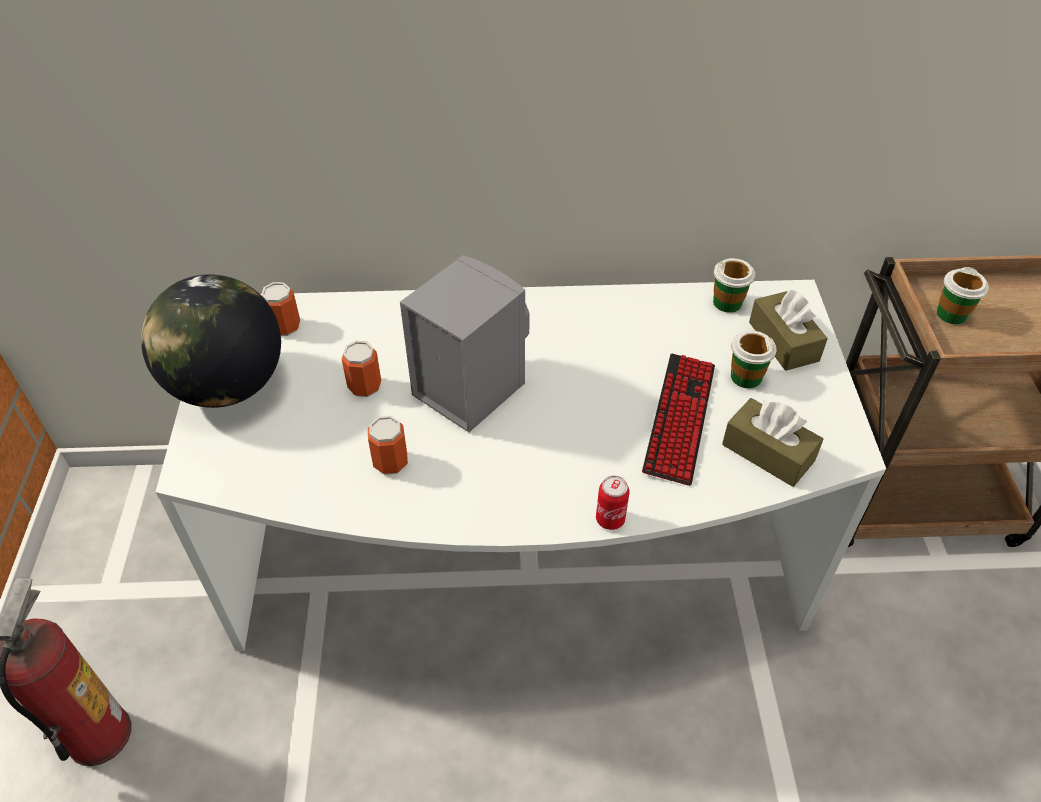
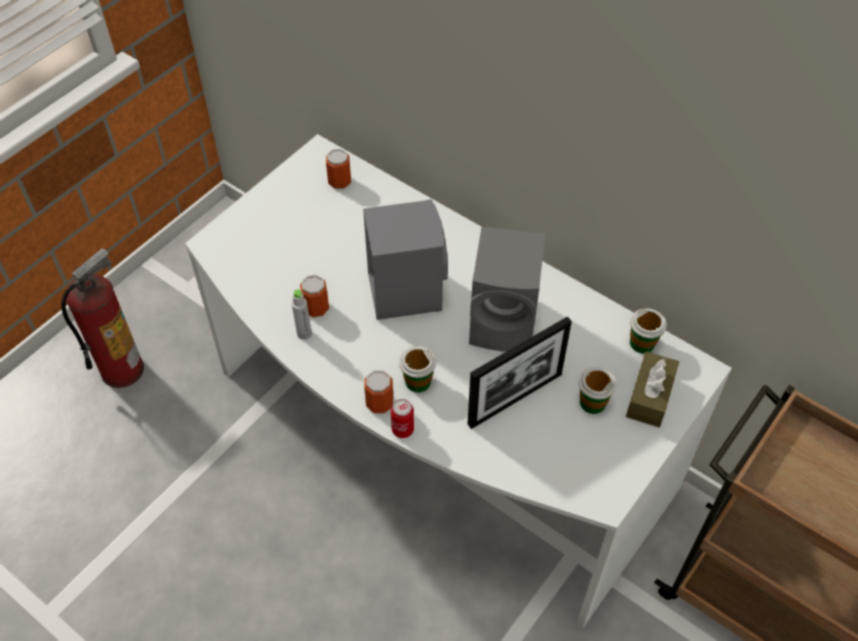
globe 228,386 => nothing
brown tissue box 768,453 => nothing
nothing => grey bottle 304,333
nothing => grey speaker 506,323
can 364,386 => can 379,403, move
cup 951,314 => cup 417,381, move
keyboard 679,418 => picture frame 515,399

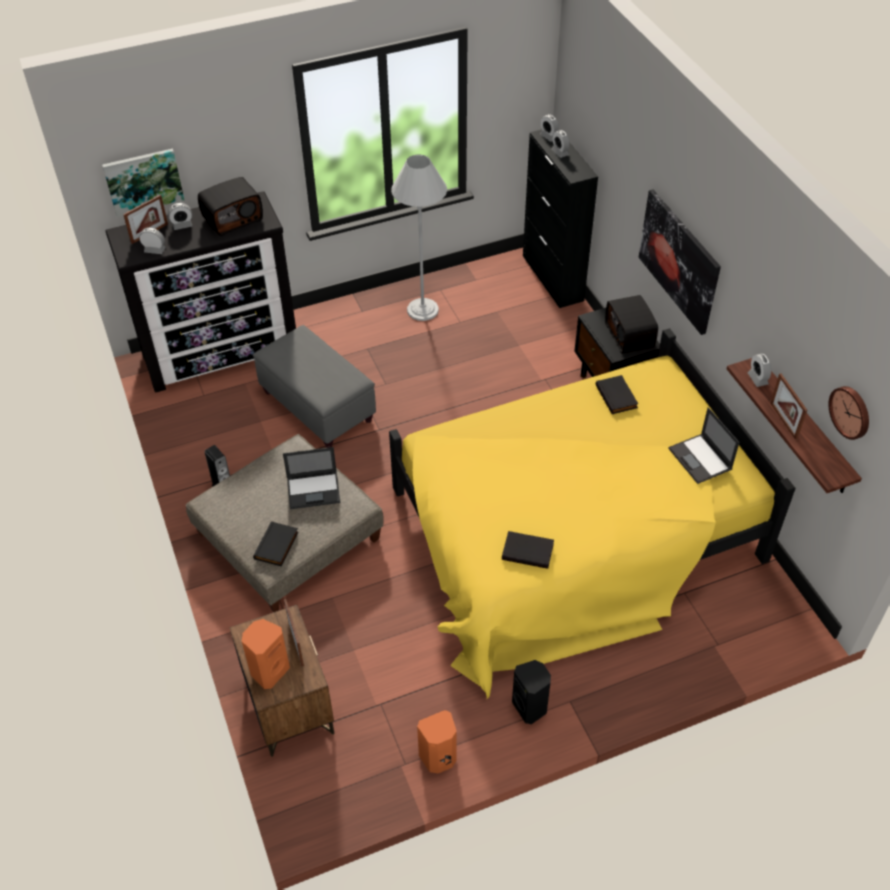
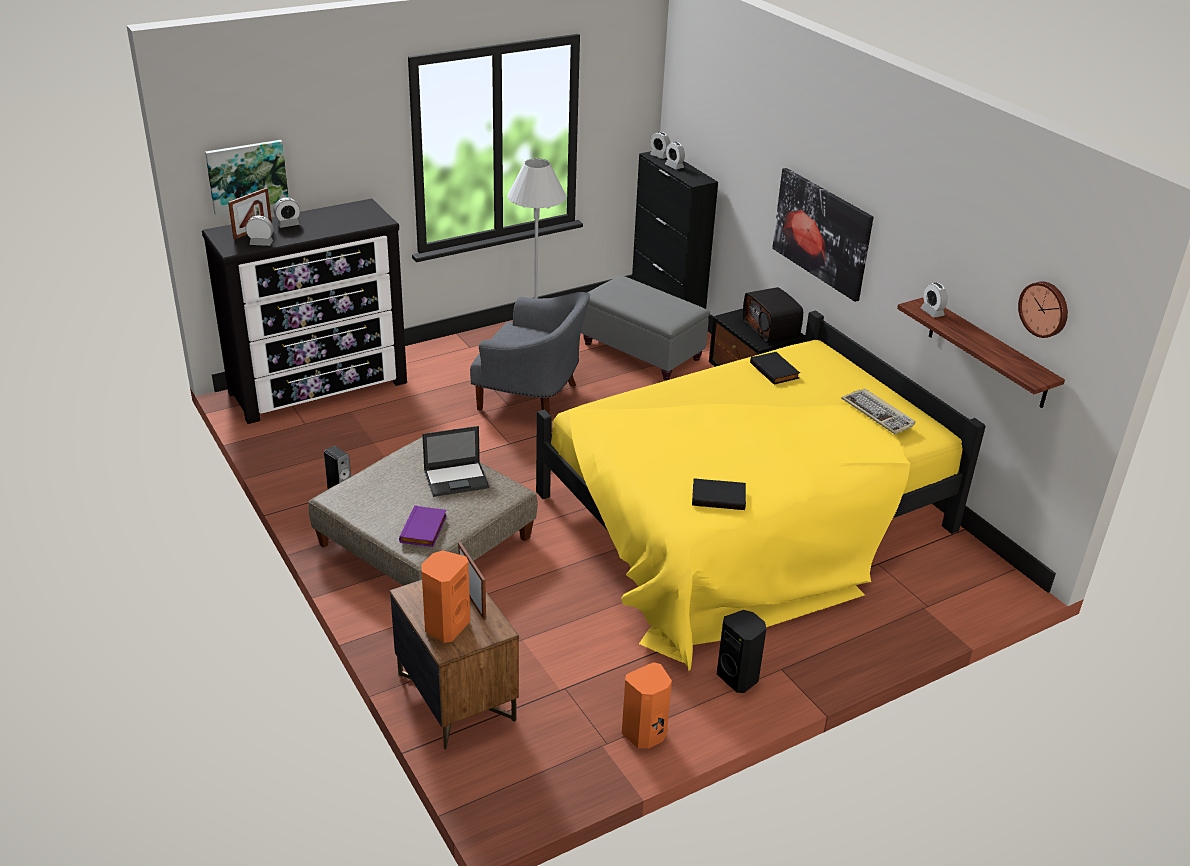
radio 233,218 => nothing
picture frame 783,421 => nothing
nothing => grey armchair 532,398
grey ottoman 318,406 => grey ottoman 642,351, move
laptop 700,459 => keyboard 878,413
black book 277,546 => purple book 424,529

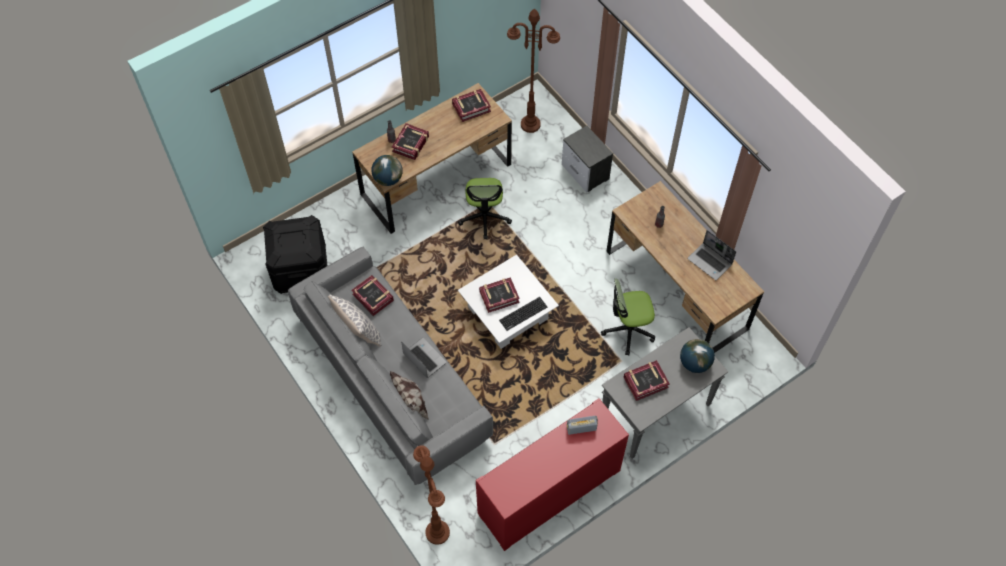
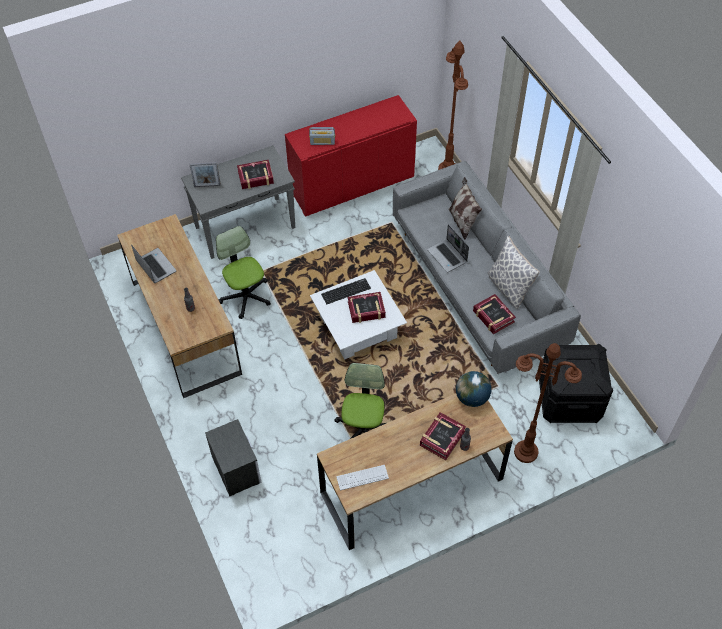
brown floor lamp 530,124 => brown floor lamp 525,452, move
book 471,107 => keyboard 362,477
globe 695,363 => picture frame 207,185
office chair 628,330 => office chair 246,296, 120 degrees counterclockwise

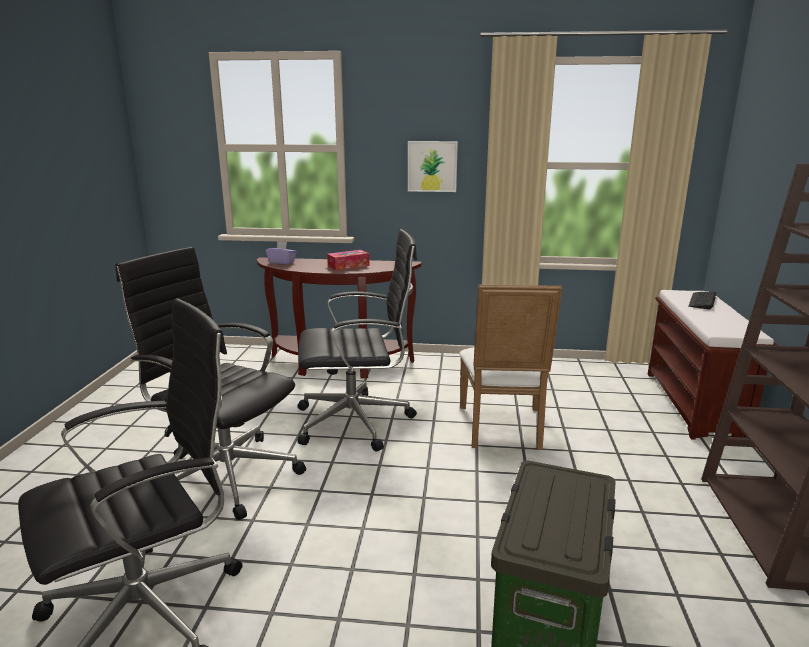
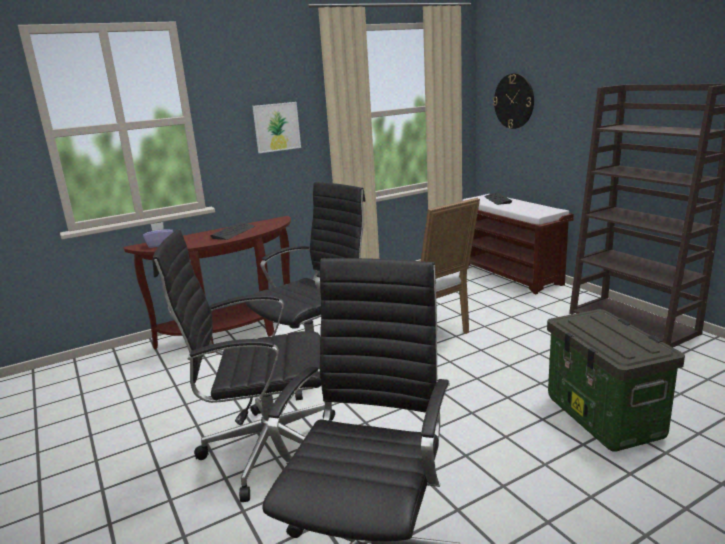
nothing => wall clock 514,101
tissue box 348,265 => keyboard 233,232

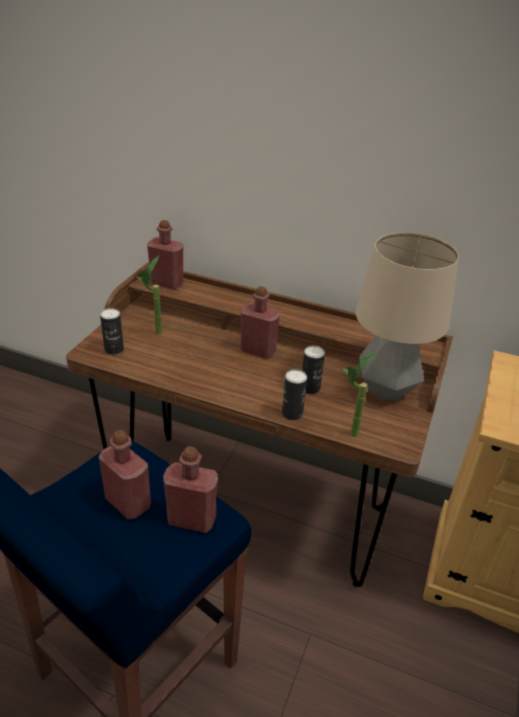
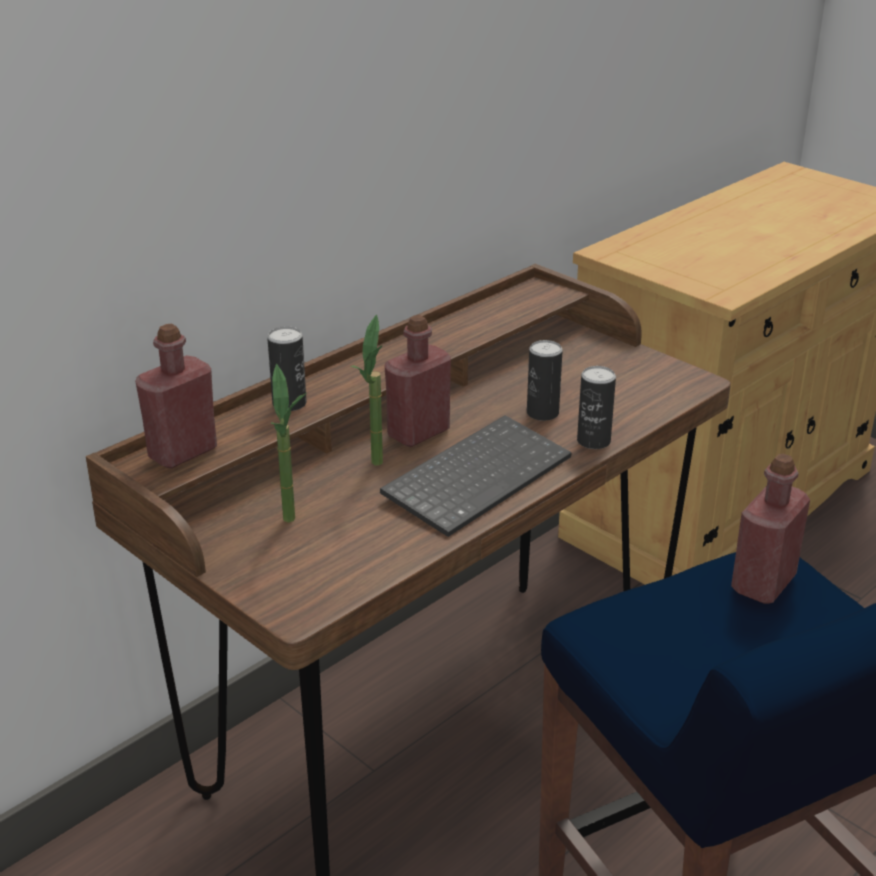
red bottle 128,503 => nothing
table lamp 386,390 => nothing
nothing => keyboard 477,476
can 114,349 => can 289,403, move
potted plant 347,436 => potted plant 377,469, move

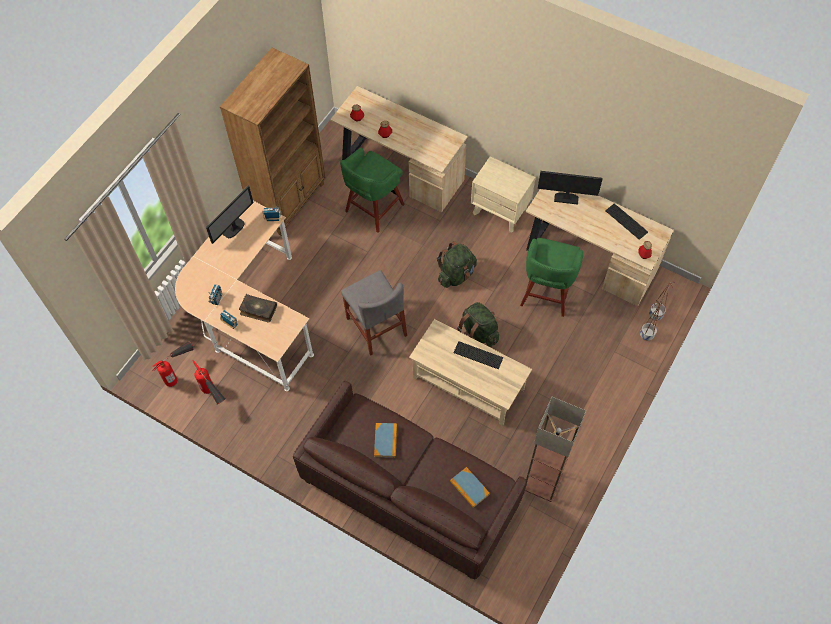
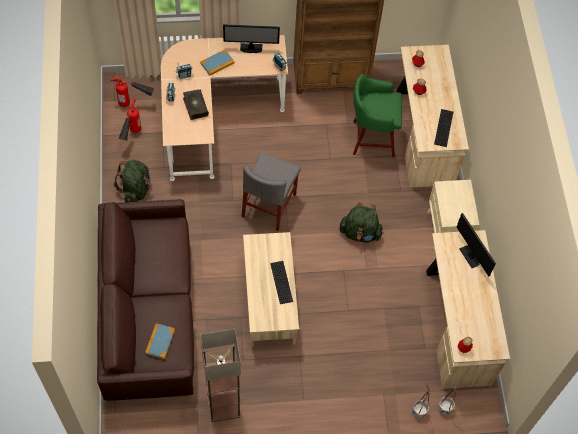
green stool 546,294 => nothing
book 385,441 => book 217,63, move
green backpack 478,332 => green backpack 136,189, move
keyboard 626,221 => keyboard 443,128, move

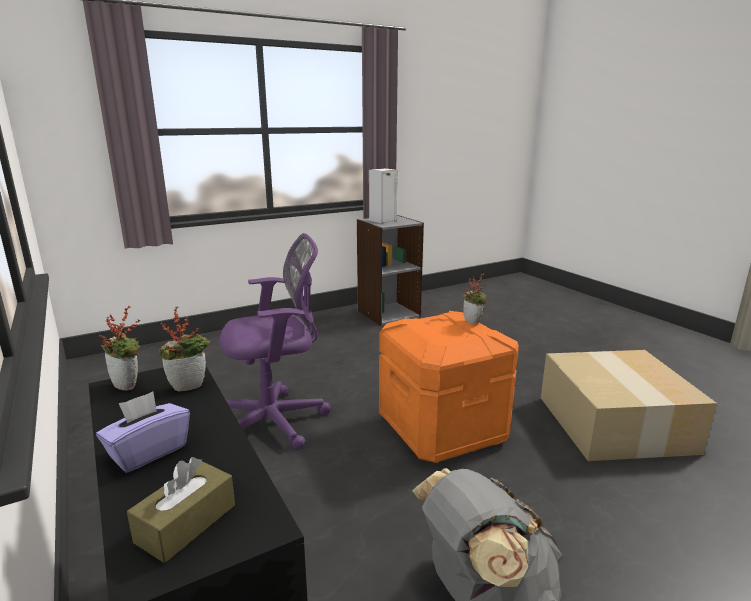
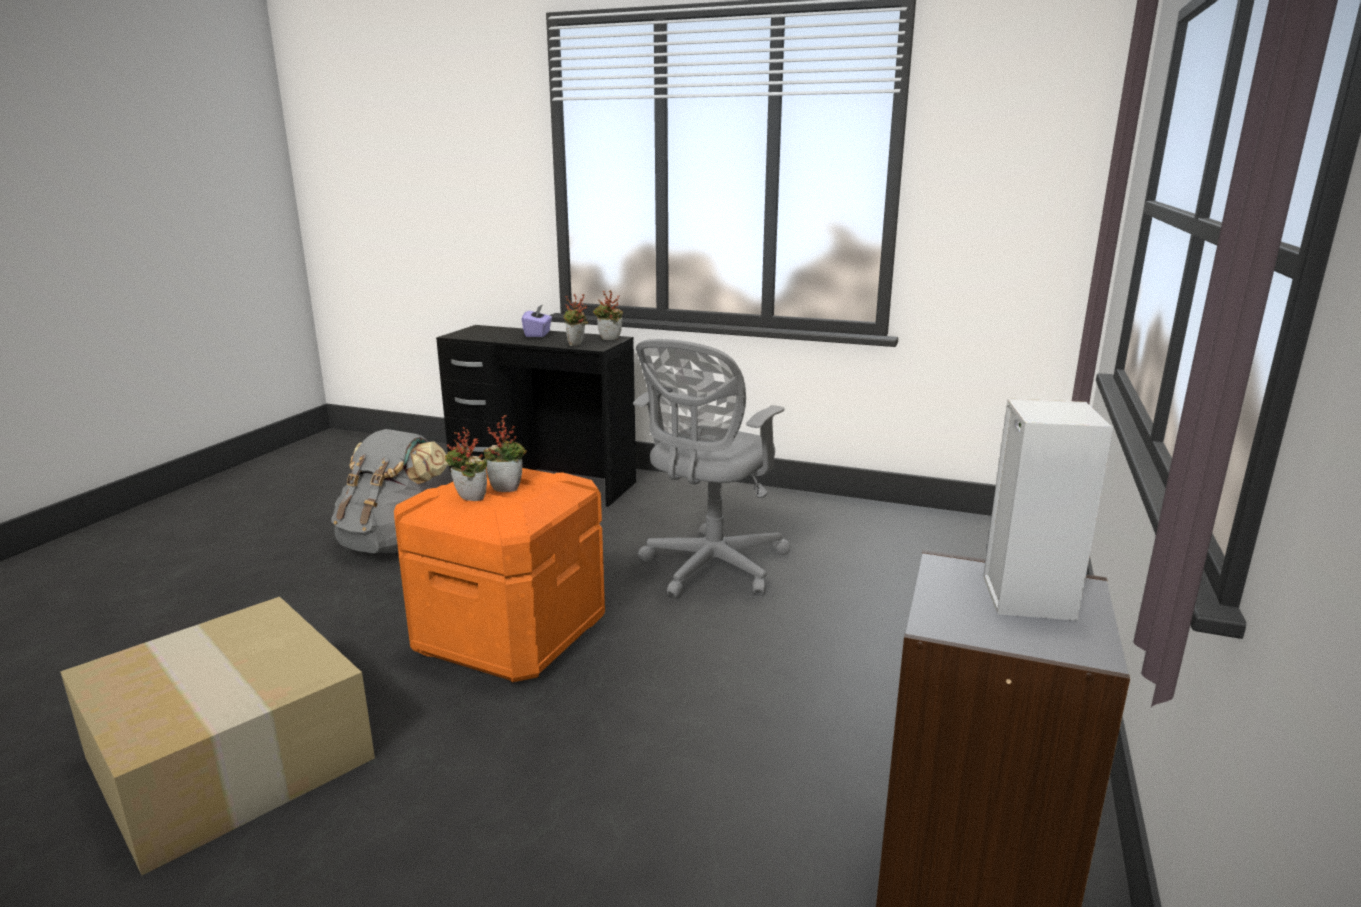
brown tissue box 186,523 => nothing
nothing => potted plant 508,488
purple office chair 275,421 => grey office chair 710,569

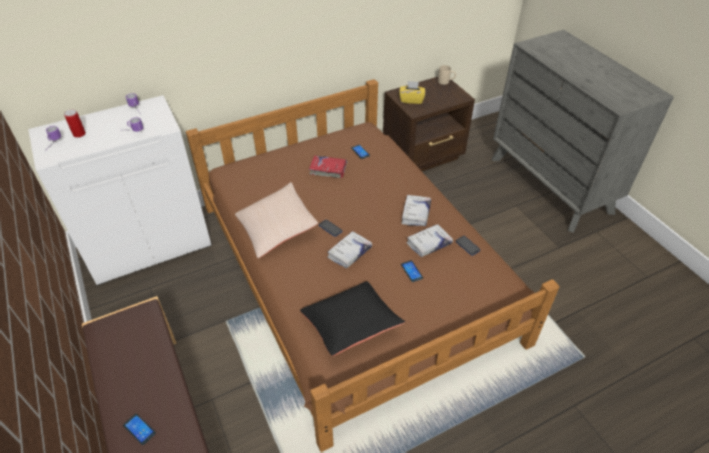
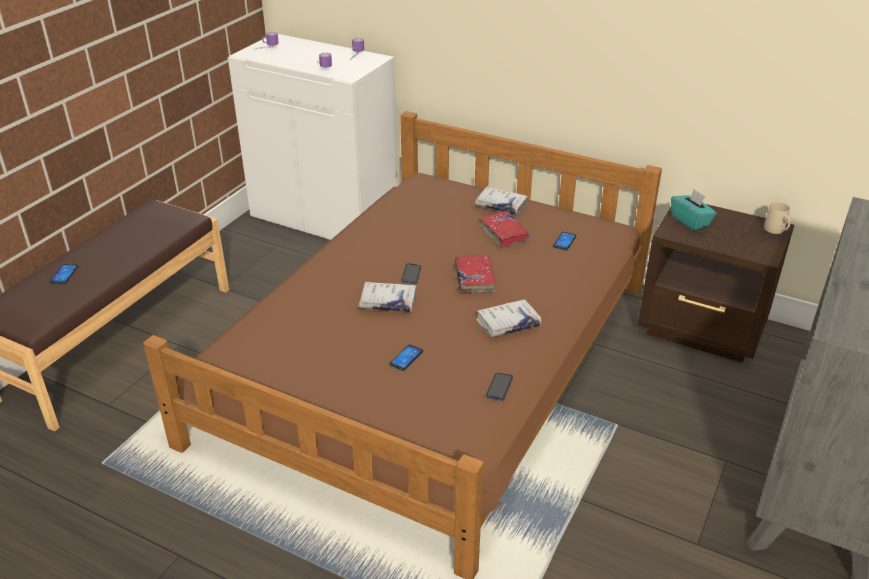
can 79,134 => nothing
beige pillow 276,228 => nothing
black pillow 351,325 => nothing
nothing => red book 474,278
white book 429,244 => white book 500,206, move
yellow tissue box 411,100 => turquoise tissue box 690,221

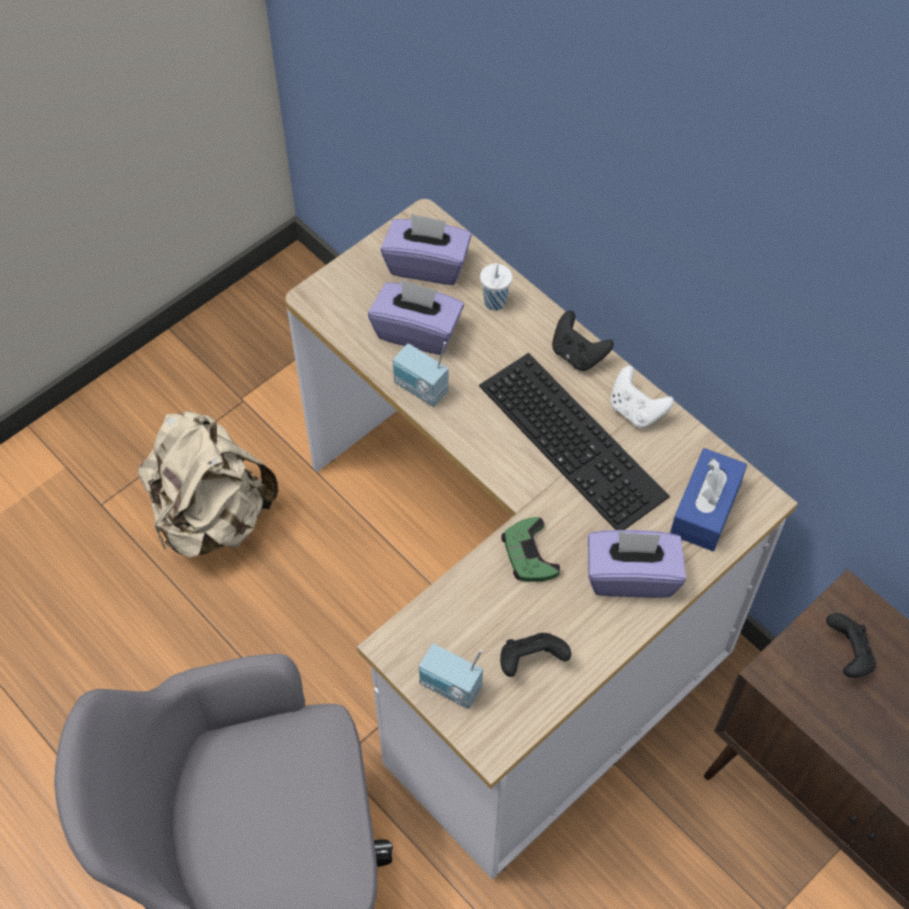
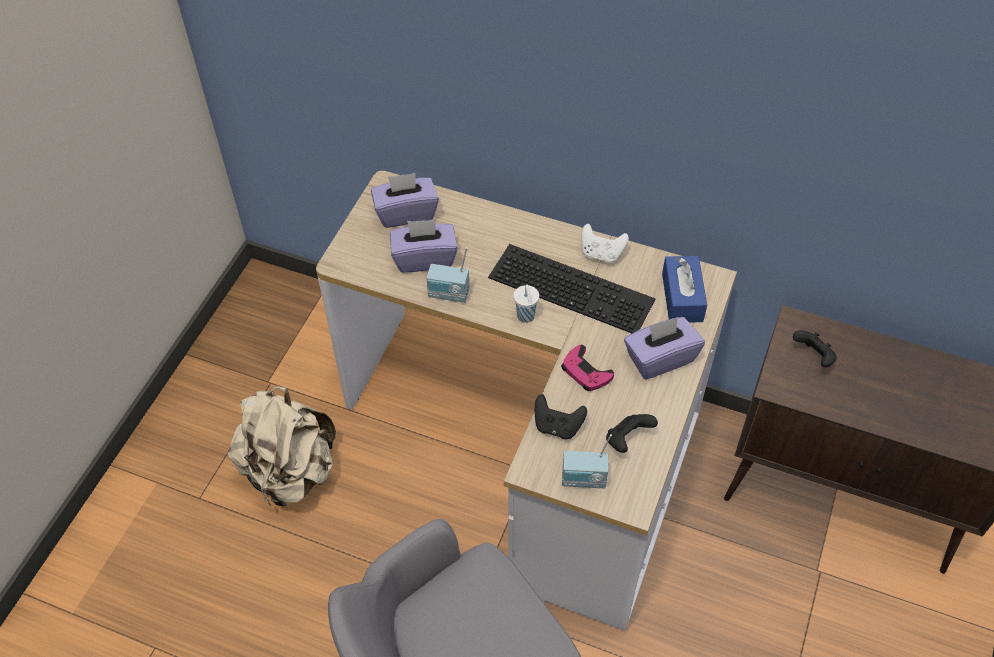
white cup 494,303 => white cup 526,317, move
black game controller 577,354 => black game controller 557,426, move
green game controller 529,554 => pink game controller 585,372

